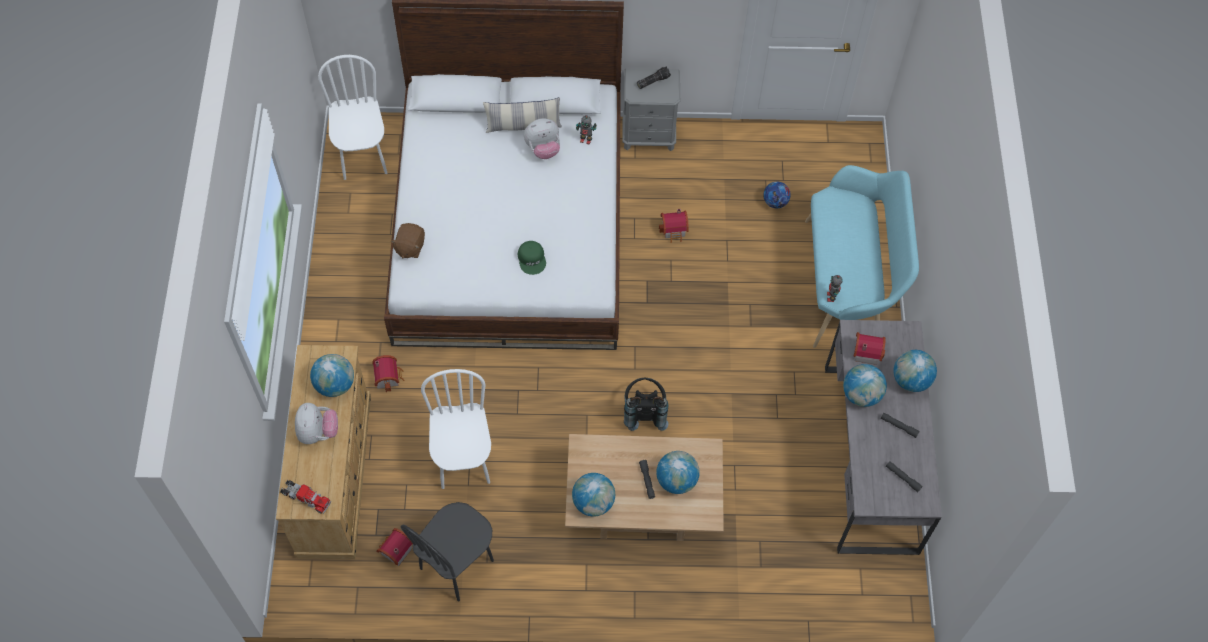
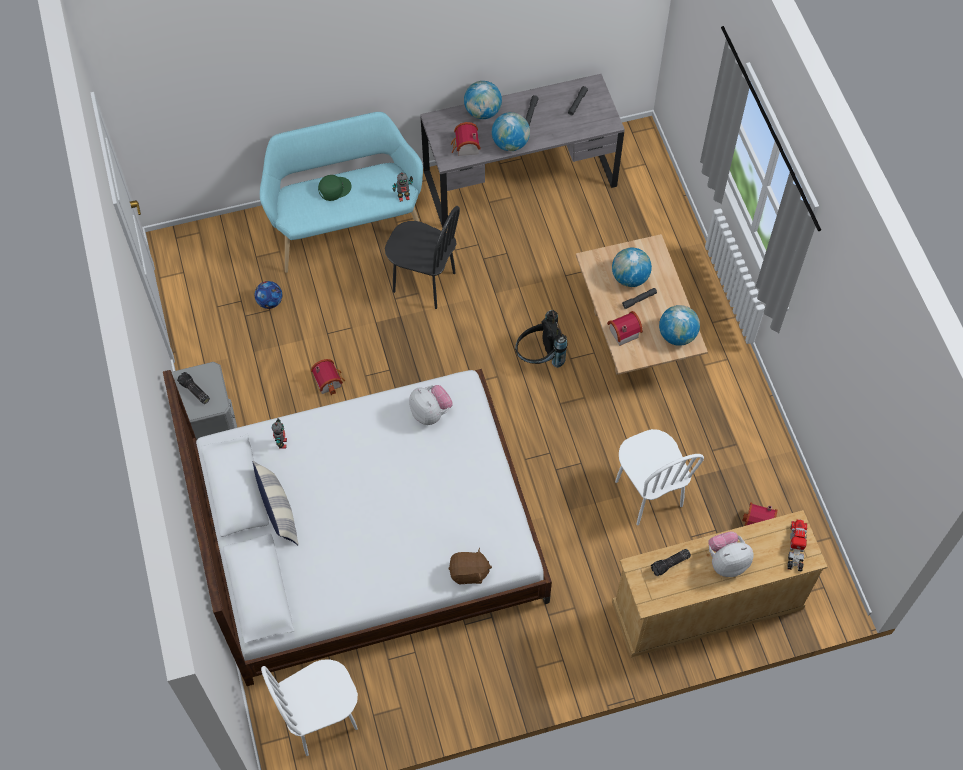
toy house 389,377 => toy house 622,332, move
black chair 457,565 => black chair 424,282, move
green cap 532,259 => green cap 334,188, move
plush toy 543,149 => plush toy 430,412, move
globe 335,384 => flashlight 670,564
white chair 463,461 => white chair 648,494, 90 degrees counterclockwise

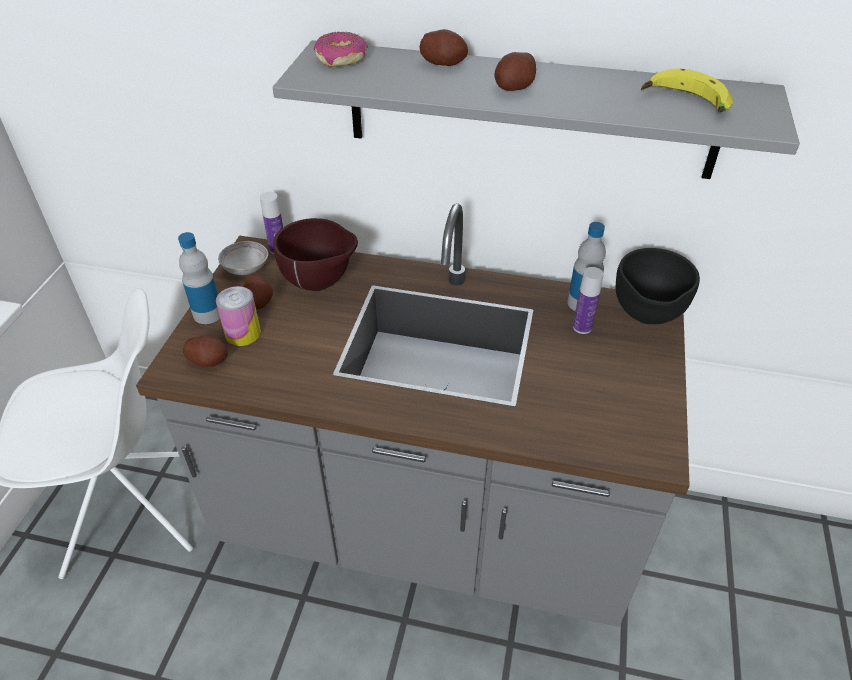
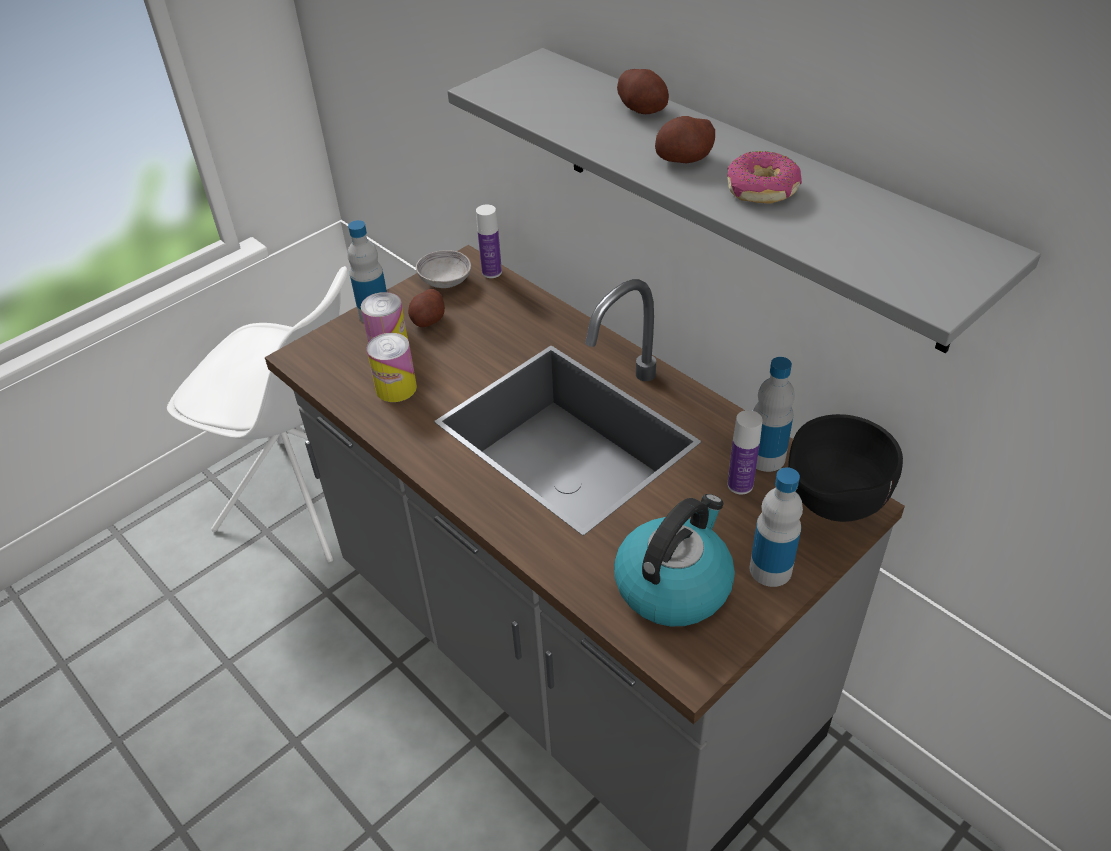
potato 208,360 => nothing
brown bowl 321,284 => nothing
banana 684,103 => nothing
nothing => can 396,388
nothing => kettle 673,584
nothing => bottle 770,569
donut 342,58 => donut 762,189, move

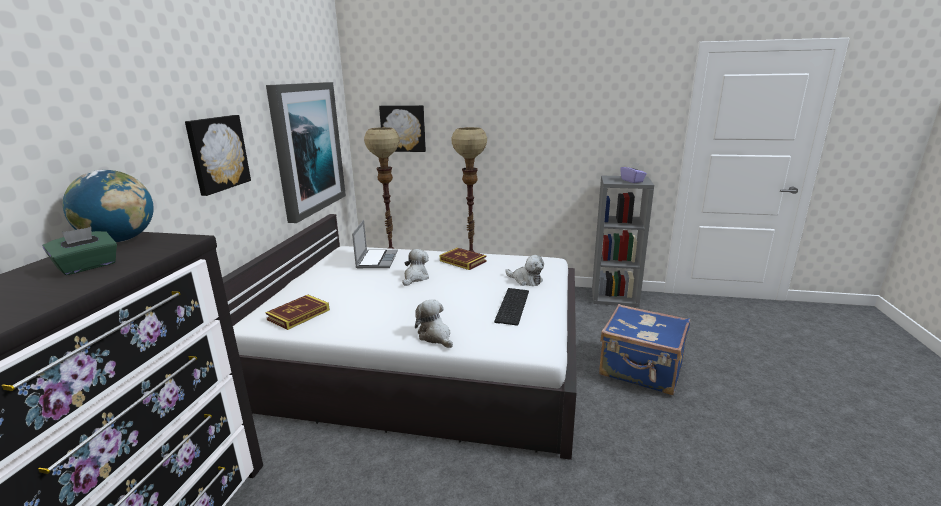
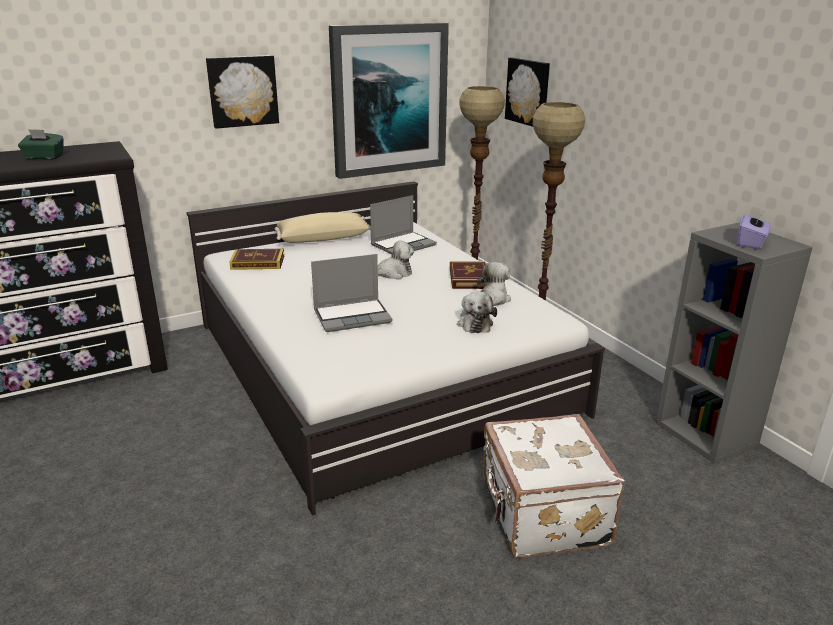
globe 120,240 => nothing
keyboard 511,305 => nothing
nothing => beige pillow 322,238
nothing => laptop 353,316
plush toy 435,336 => plush toy 493,300, move
blue suitcase 641,370 => white suitcase 542,515

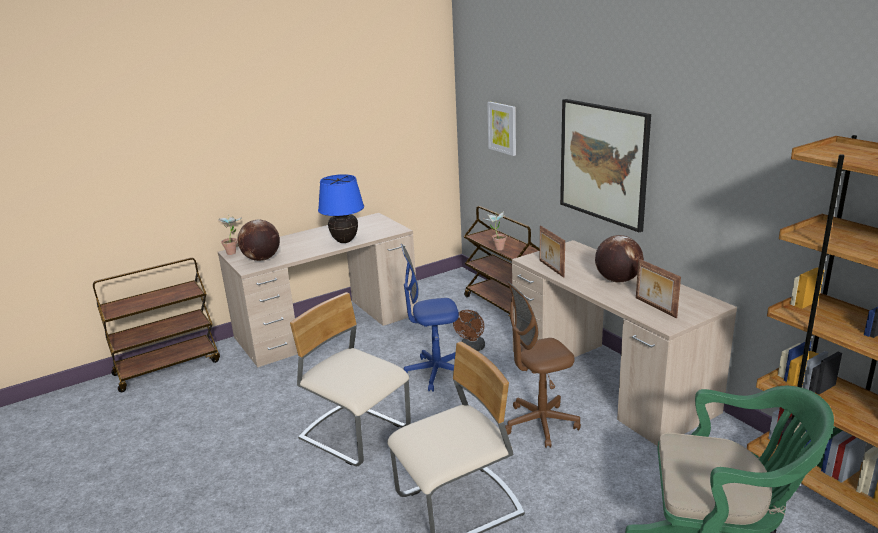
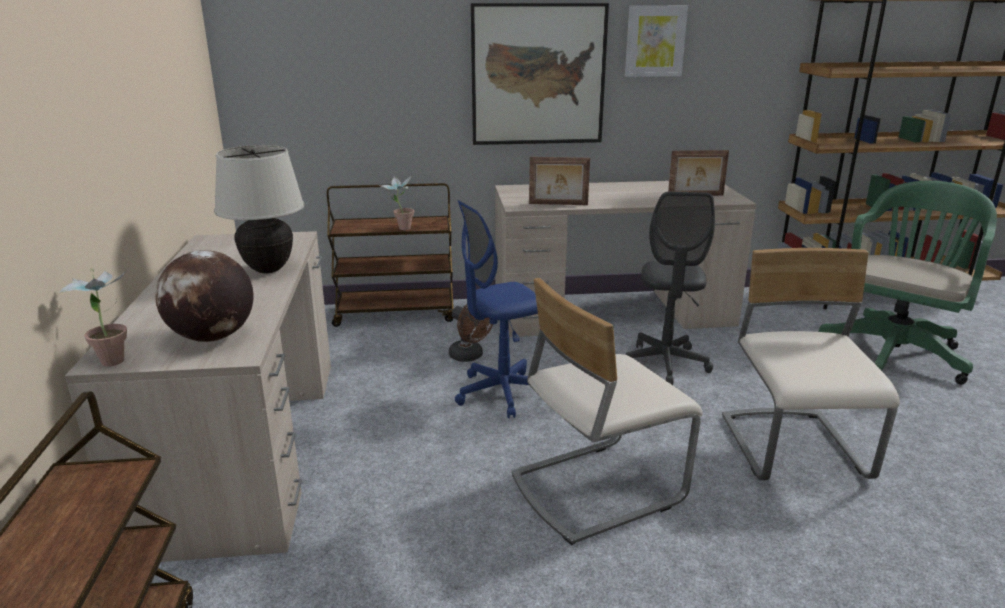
globe 617,280 => nothing
picture 502,128 => picture 655,41, move
blue table lamp 344,241 => beige table lamp 269,270
brown office chair 540,424 => grey office chair 665,364
blue office chair 435,373 => blue office chair 501,393, 45 degrees clockwise

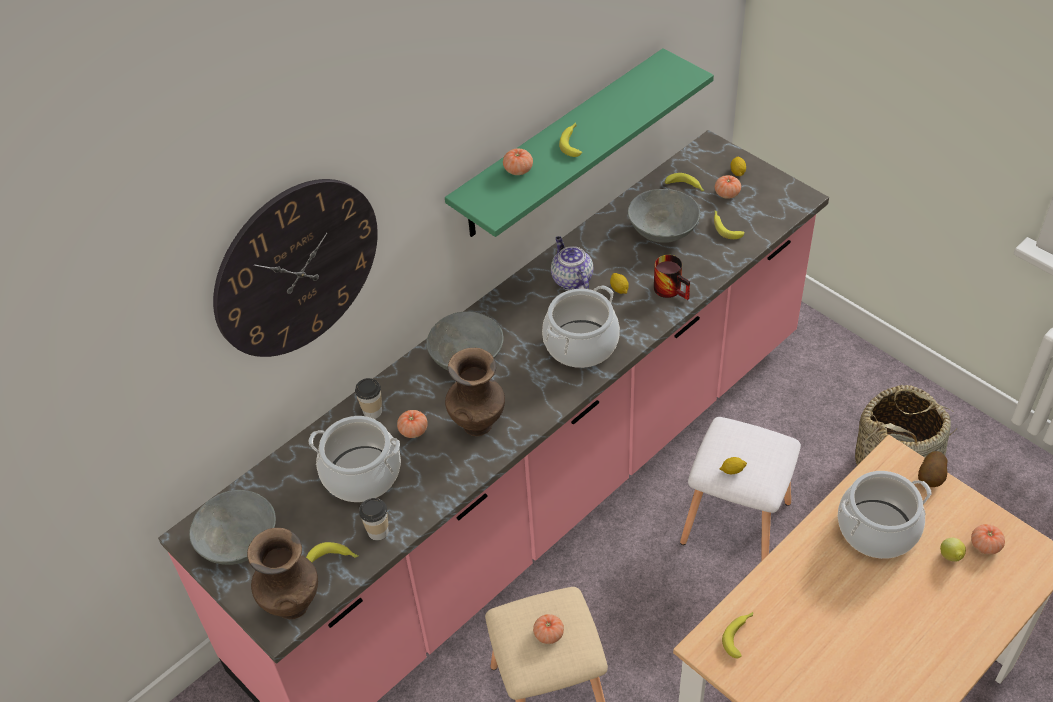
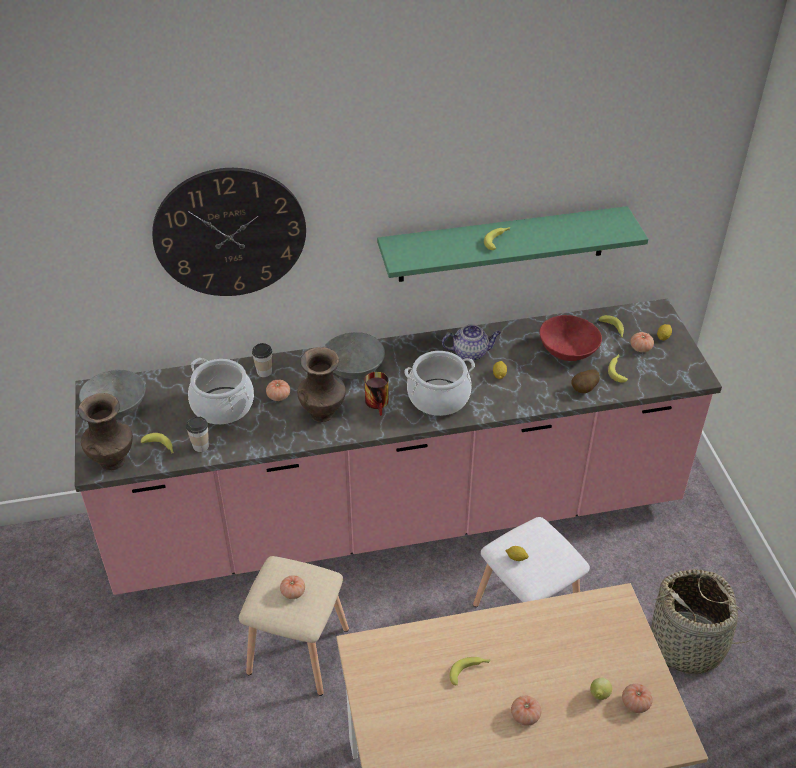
cooking pot 877,528 => nothing
tomato 518,170 => tomato 525,716, move
mug 672,289 => mug 379,403, move
banana 740,635 => banana 469,671, move
potato 931,479 => potato 584,390, move
grey bowl 662,231 => red bowl 567,351
teapot 571,279 => teapot 471,352, 75 degrees clockwise

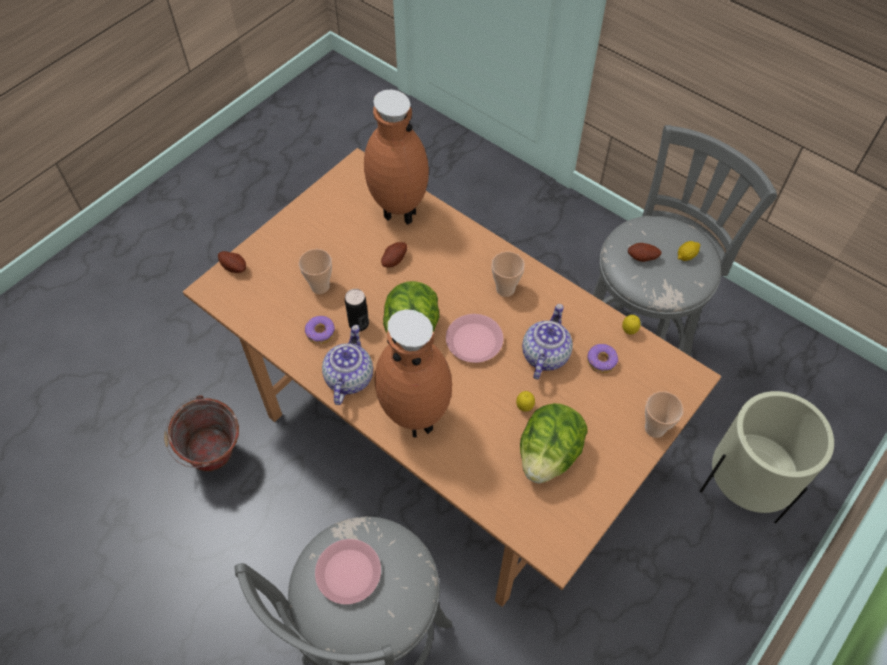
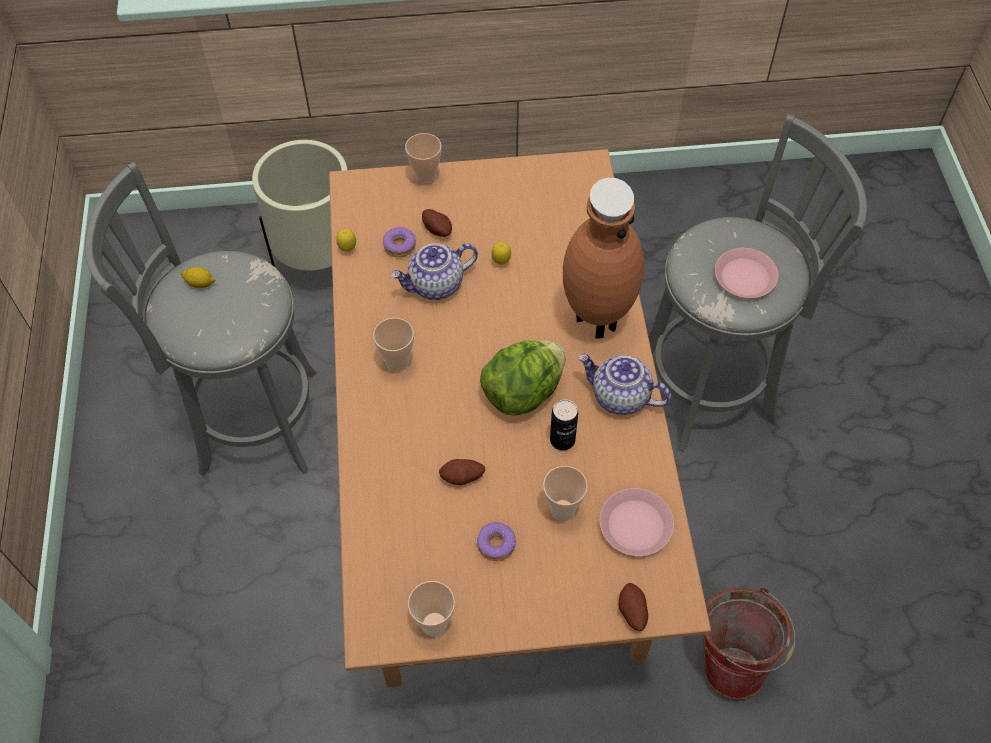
brown vase 398,213 => nothing
lettuce 548,454 => nothing
nothing => cup 434,624
donut 321,333 => donut 496,544, move
pink plate 474,342 => pink plate 636,525, move
potato 642,258 => potato 438,229, move
teapot 348,377 => teapot 620,397, 60 degrees clockwise

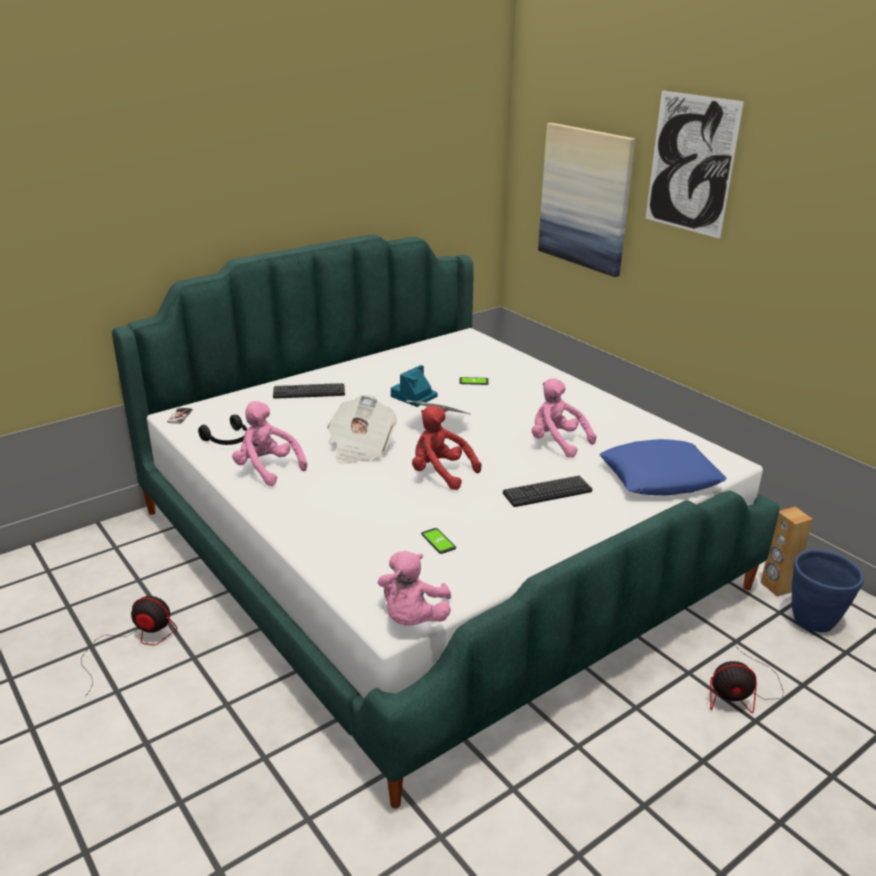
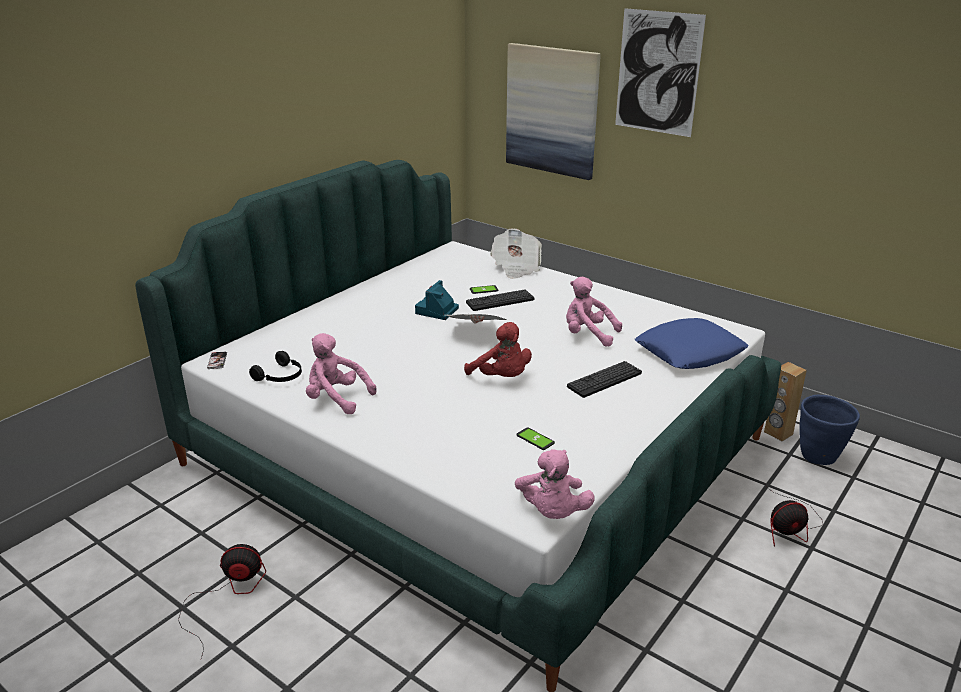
keyboard 309,392 => keyboard 500,301, move
newspaper 360,447 => newspaper 516,267, move
red plush toy 440,473 => red plush toy 501,378, 150 degrees counterclockwise

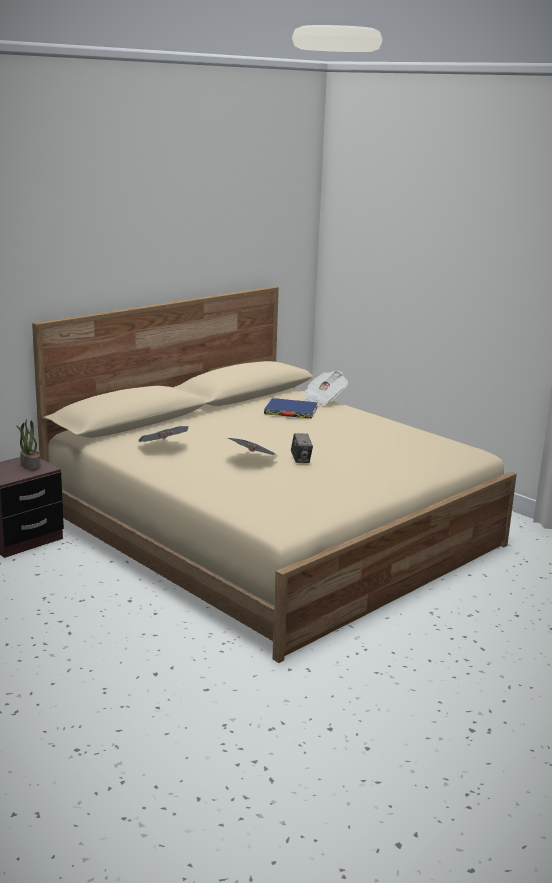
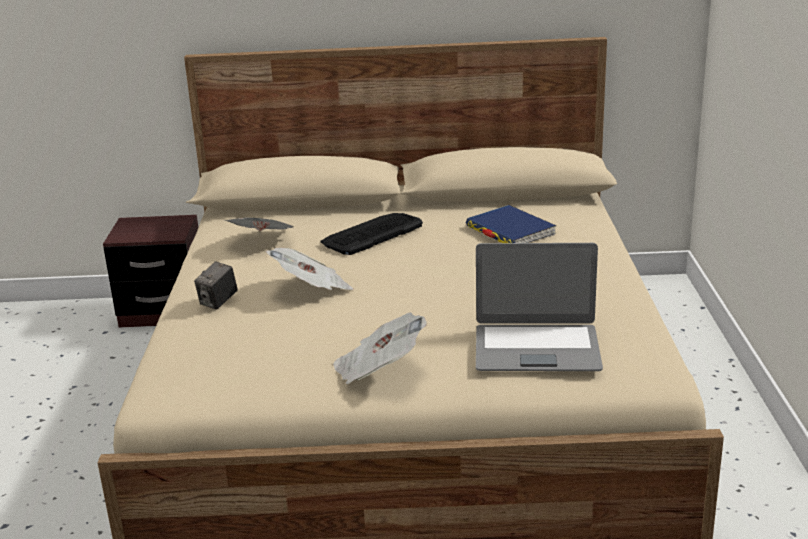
potted plant 30,465 => nothing
nothing => keyboard 372,234
nothing => laptop 536,349
photo camera 301,460 => photo camera 218,302, move
newspaper 323,400 => newspaper 378,370, move

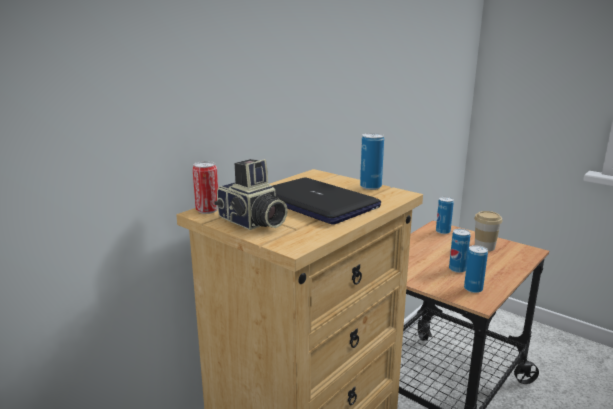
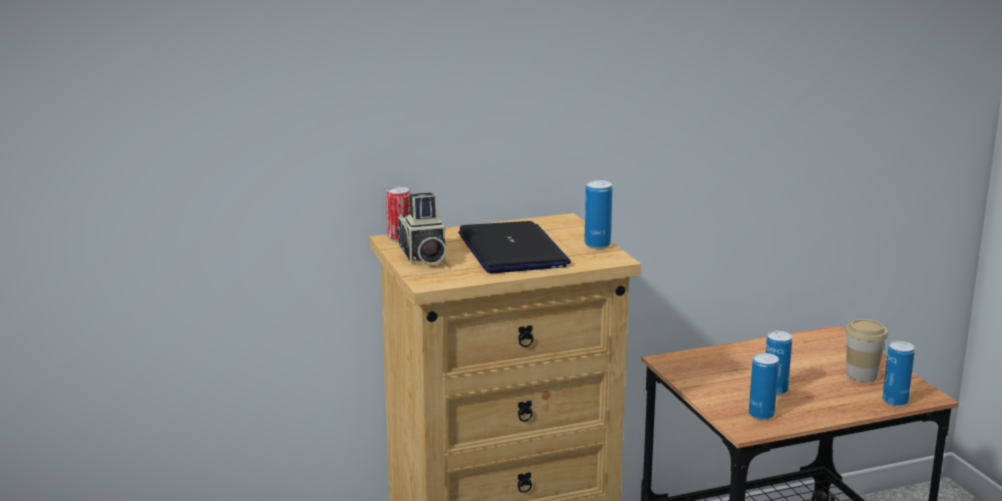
can 443,231 => can 895,401, move

